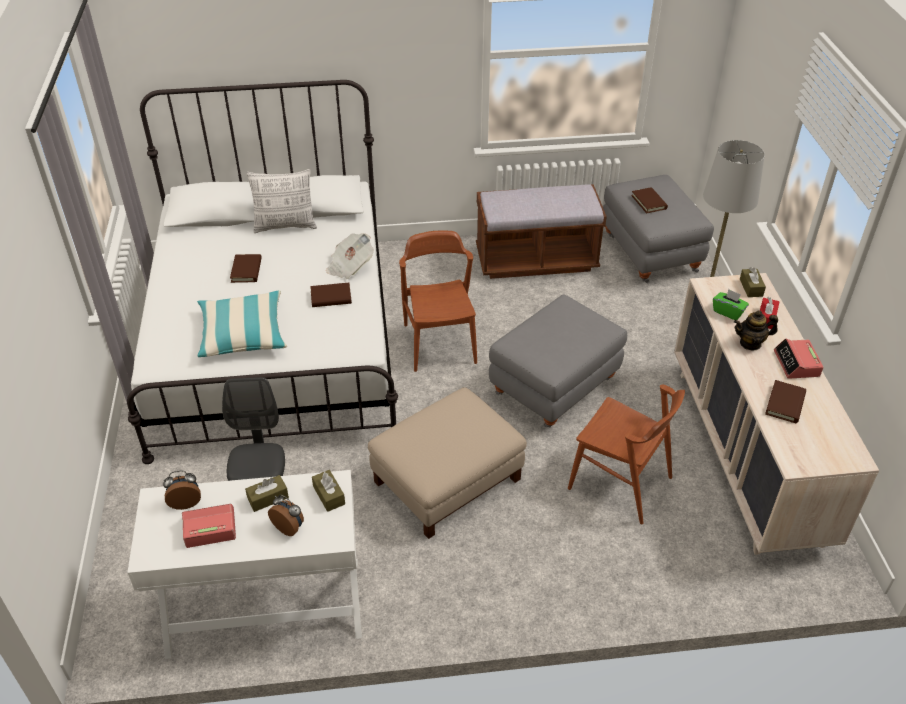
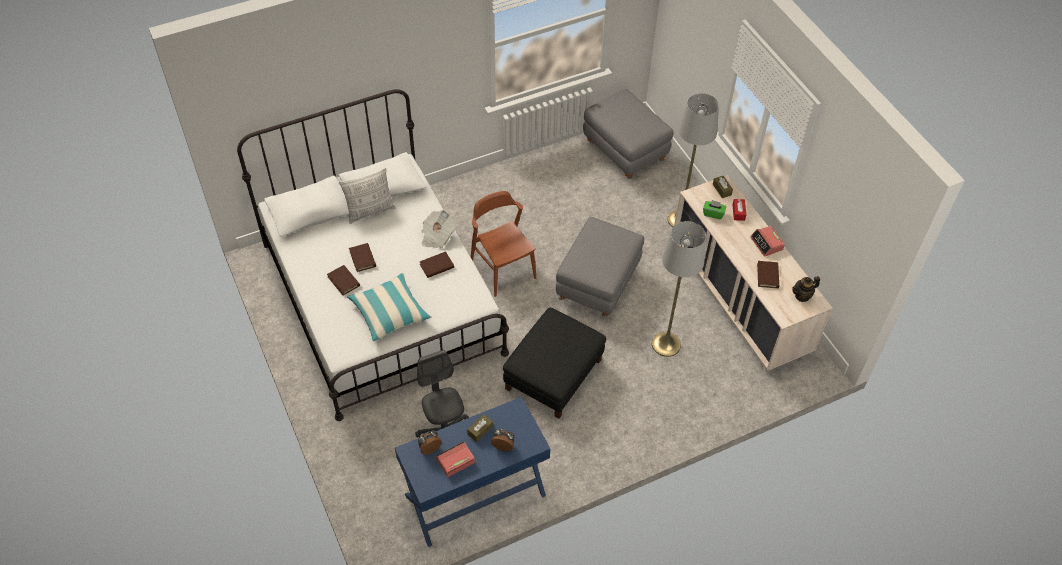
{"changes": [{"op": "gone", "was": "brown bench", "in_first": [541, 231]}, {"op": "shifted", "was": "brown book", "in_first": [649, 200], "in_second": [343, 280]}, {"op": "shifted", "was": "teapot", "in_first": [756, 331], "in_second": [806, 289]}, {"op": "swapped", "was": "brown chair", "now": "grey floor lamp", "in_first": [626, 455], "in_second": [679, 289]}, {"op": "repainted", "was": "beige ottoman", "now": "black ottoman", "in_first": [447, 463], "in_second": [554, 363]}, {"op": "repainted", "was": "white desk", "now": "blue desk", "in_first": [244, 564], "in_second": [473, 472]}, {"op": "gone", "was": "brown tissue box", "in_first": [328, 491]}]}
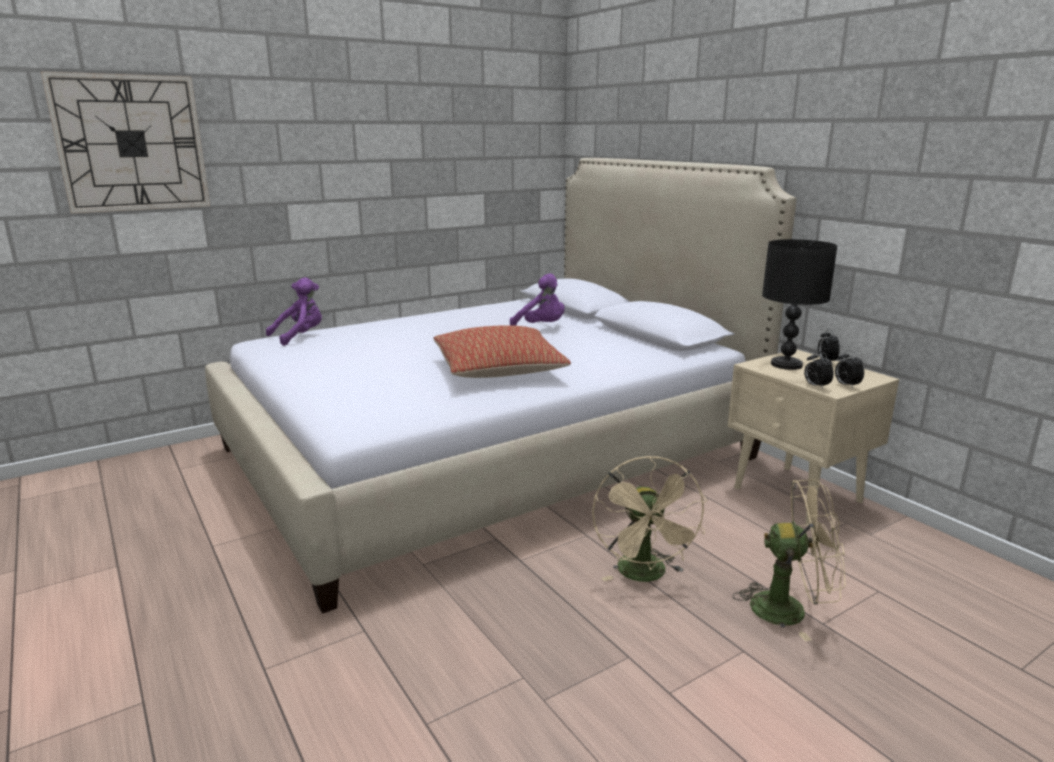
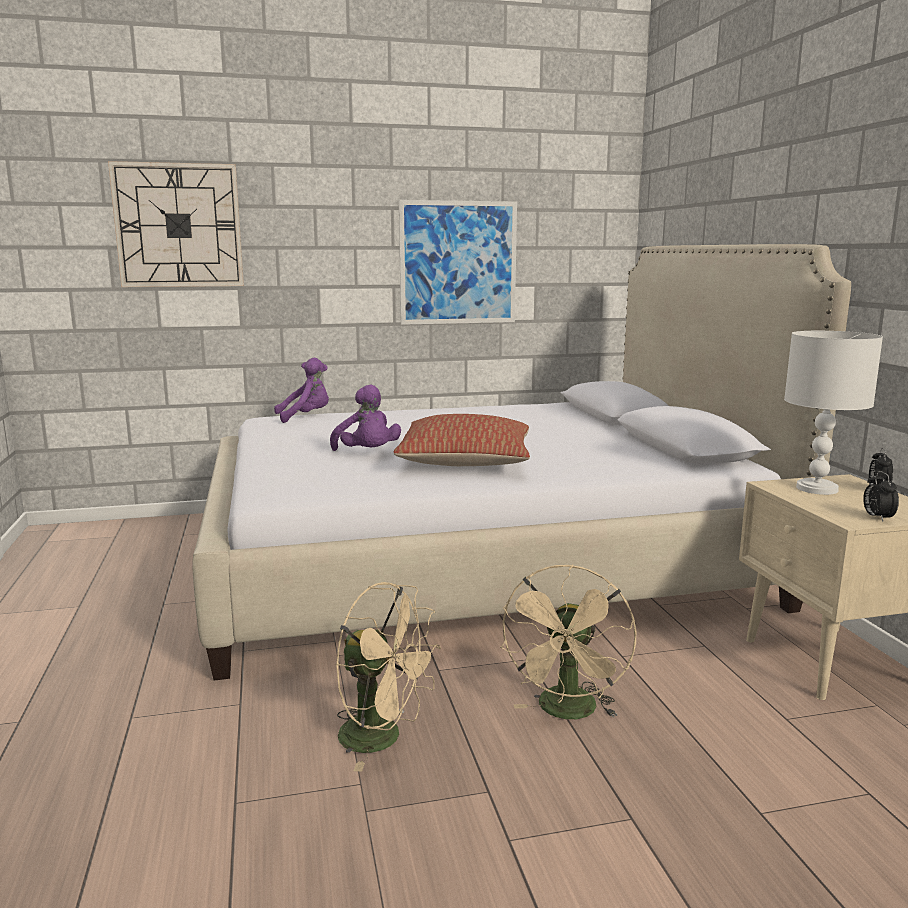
{"changes": [{"op": "repainted", "was": "black table lamp", "now": "white table lamp", "in_first": [799, 304], "in_second": [833, 413]}, {"op": "shifted", "was": "purple plush toy", "in_first": [537, 300], "in_second": [365, 418]}, {"op": "gone", "was": "alarm clock", "in_first": [819, 370]}, {"op": "shifted", "was": "beige fan", "in_first": [789, 560], "in_second": [388, 677]}, {"op": "new", "now": "picture", "in_second": [458, 262]}]}
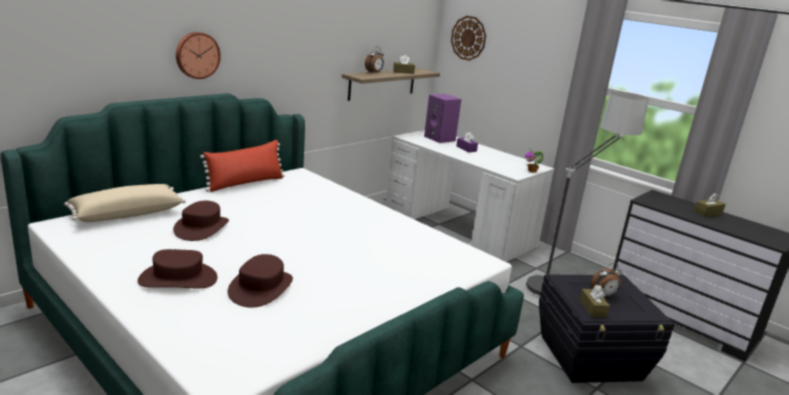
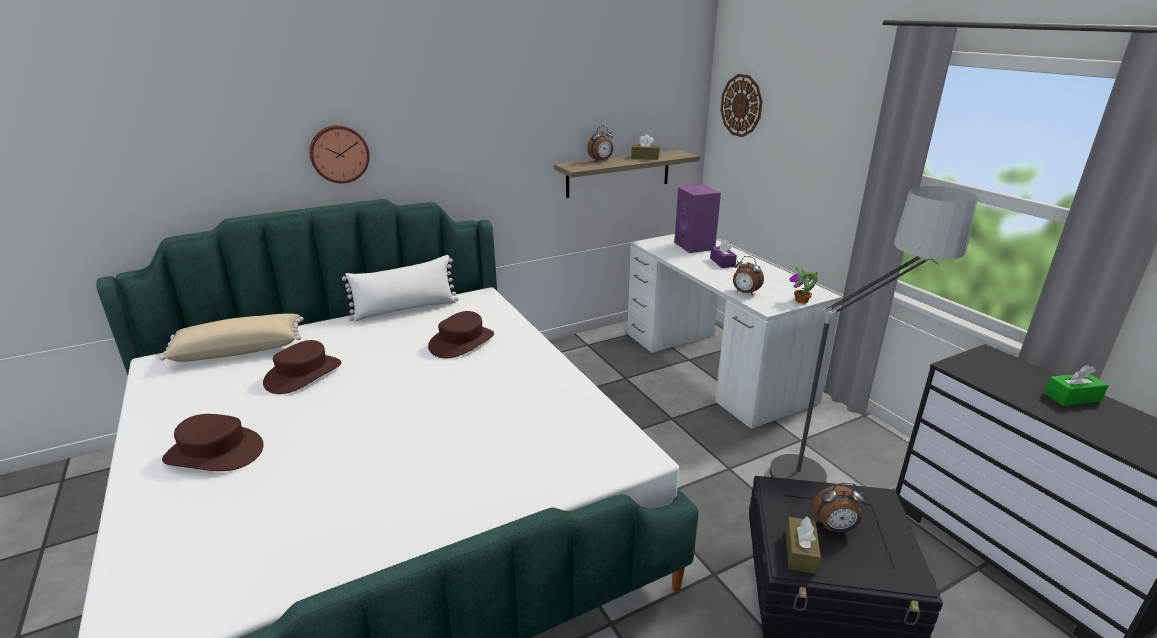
{"changes": [{"op": "repainted", "was": "red pillow", "now": "white pillow", "in_first": [242, 166], "in_second": [400, 288]}, {"op": "repainted", "was": "brown tissue box", "now": "green tissue box", "in_first": [710, 205], "in_second": [1076, 385]}, {"op": "shifted", "was": "brown hat", "in_first": [260, 280], "in_second": [461, 334]}, {"op": "new", "now": "alarm clock", "in_second": [748, 275]}]}
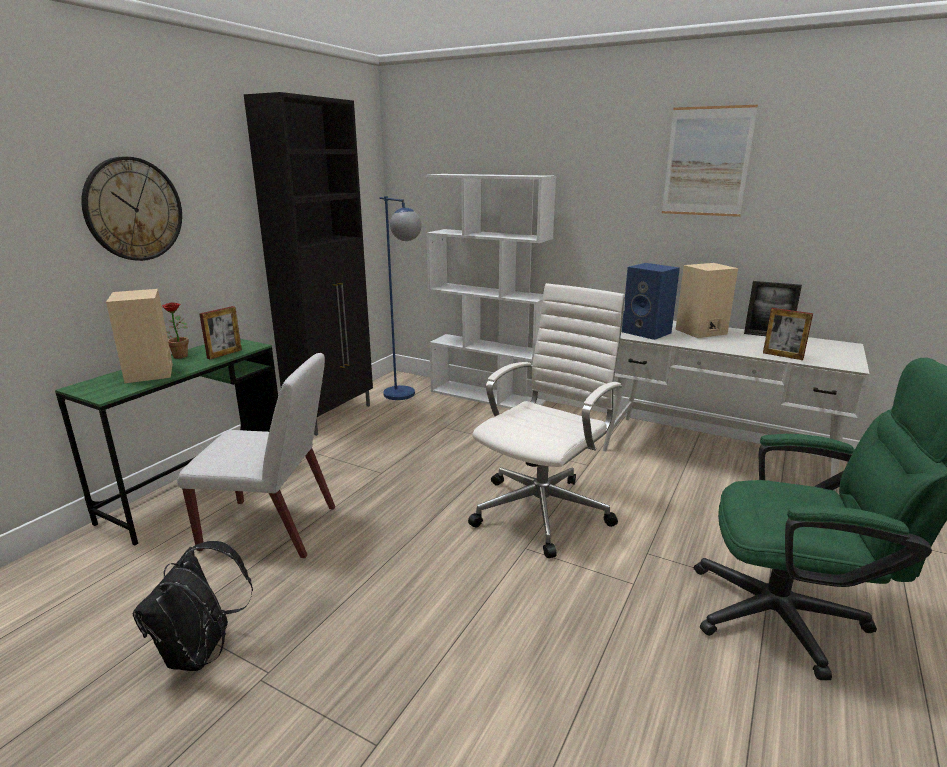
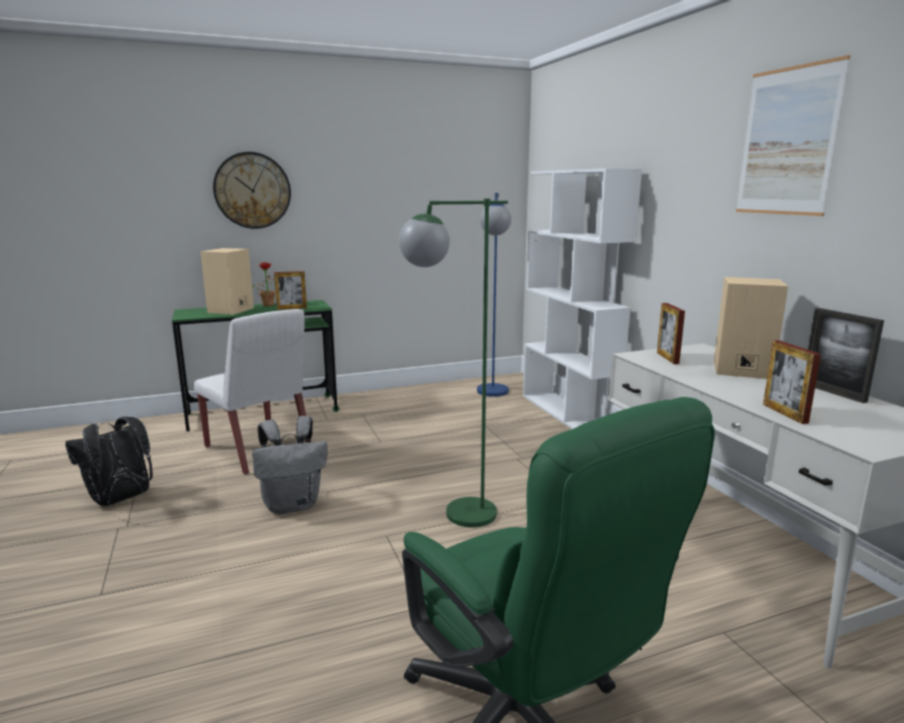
{"changes": [{"op": "gone", "was": "black cabinet", "in_first": [308, 264]}, {"op": "swapped", "was": "blue speaker", "now": "picture frame", "in_first": [651, 301], "in_second": [671, 333]}, {"op": "swapped", "was": "white office chair", "now": "green floor lamp", "in_first": [546, 420], "in_second": [453, 362]}, {"op": "new", "now": "grey backpack", "in_second": [290, 465]}]}
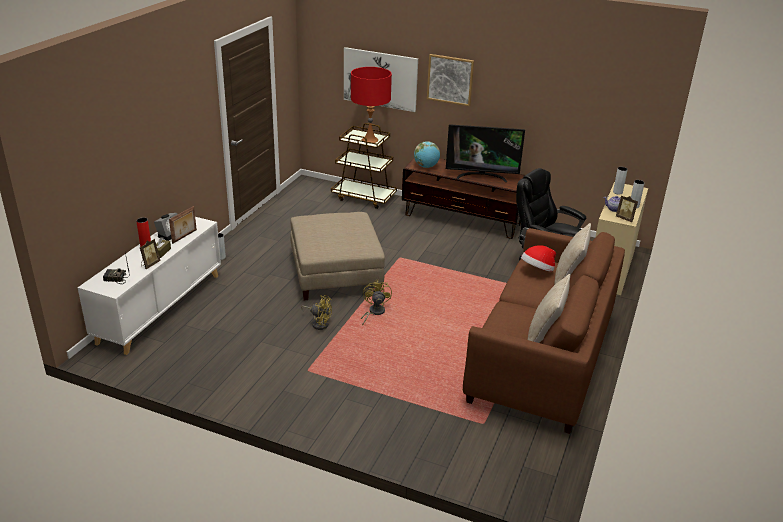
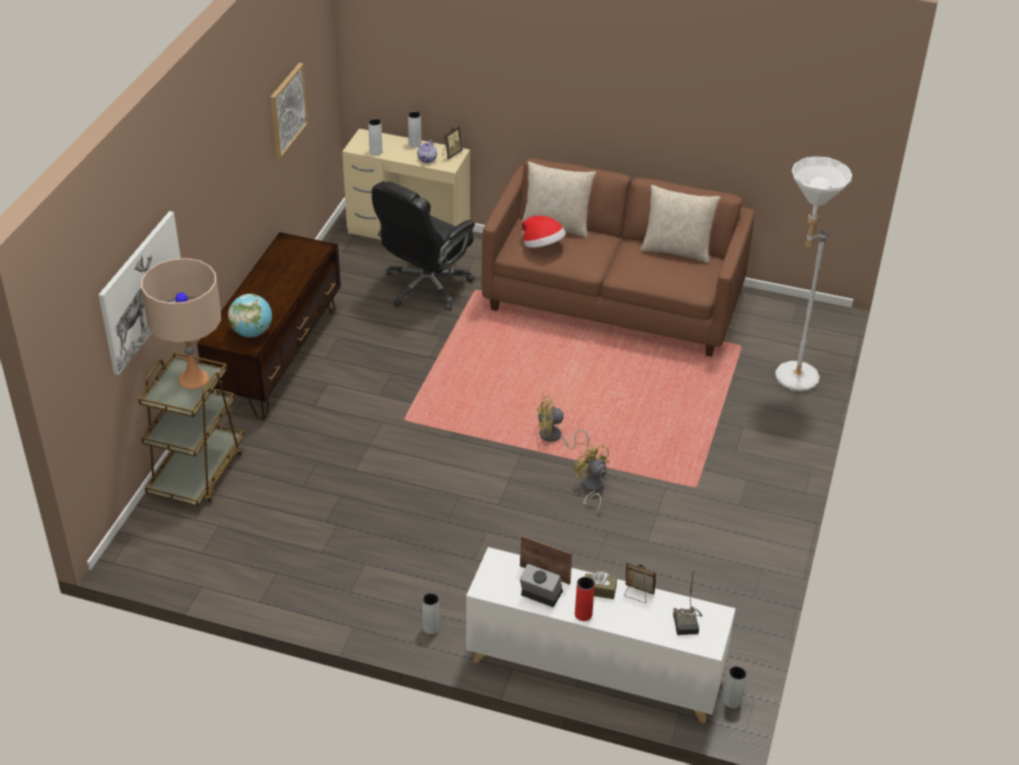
{"changes": [{"op": "shifted", "was": "picture", "in_first": [450, 80], "in_second": [289, 111]}, {"op": "repainted", "was": "red table lamp", "now": "beige table lamp", "in_first": [371, 105], "in_second": [181, 323]}, {"op": "gone", "was": "television", "in_first": [485, 153]}, {"op": "gone", "was": "beige ottoman", "in_first": [337, 256]}, {"op": "rotated", "was": "yellow fan", "in_first": [316, 312], "in_second": [591, 479], "clockwise": -45}, {"op": "new", "now": "white floor lamp", "in_second": [813, 273]}, {"op": "new", "now": "grey vase", "in_second": [735, 687]}]}
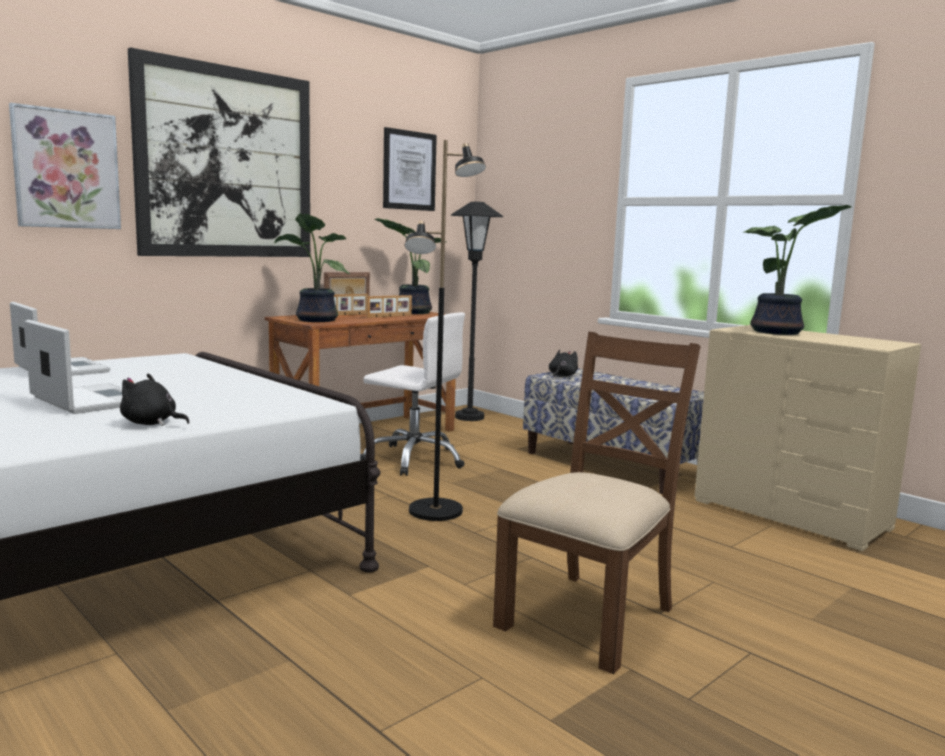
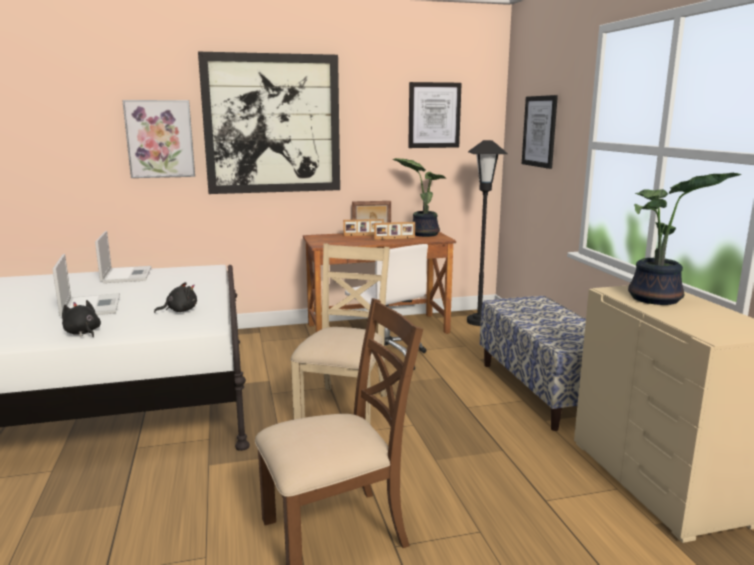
{"changes": [{"op": "swapped", "was": "black floor lamp", "now": "beige chair", "in_first": [445, 330], "in_second": [340, 334]}, {"op": "gone", "was": "potted plant", "in_first": [312, 267]}, {"op": "shifted", "was": "black plush toy", "in_first": [563, 363], "in_second": [175, 297]}, {"op": "new", "now": "picture", "in_second": [540, 132]}]}
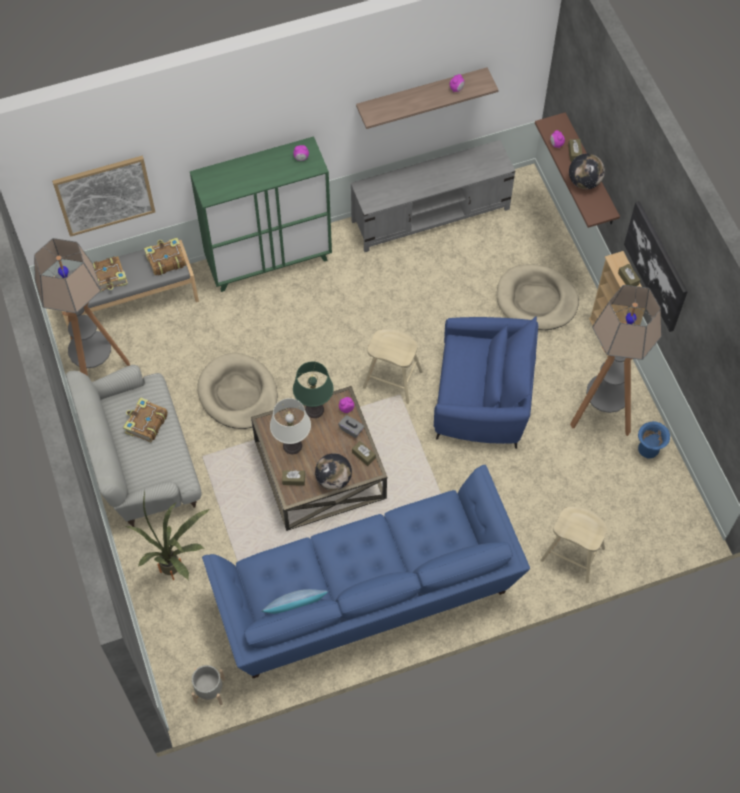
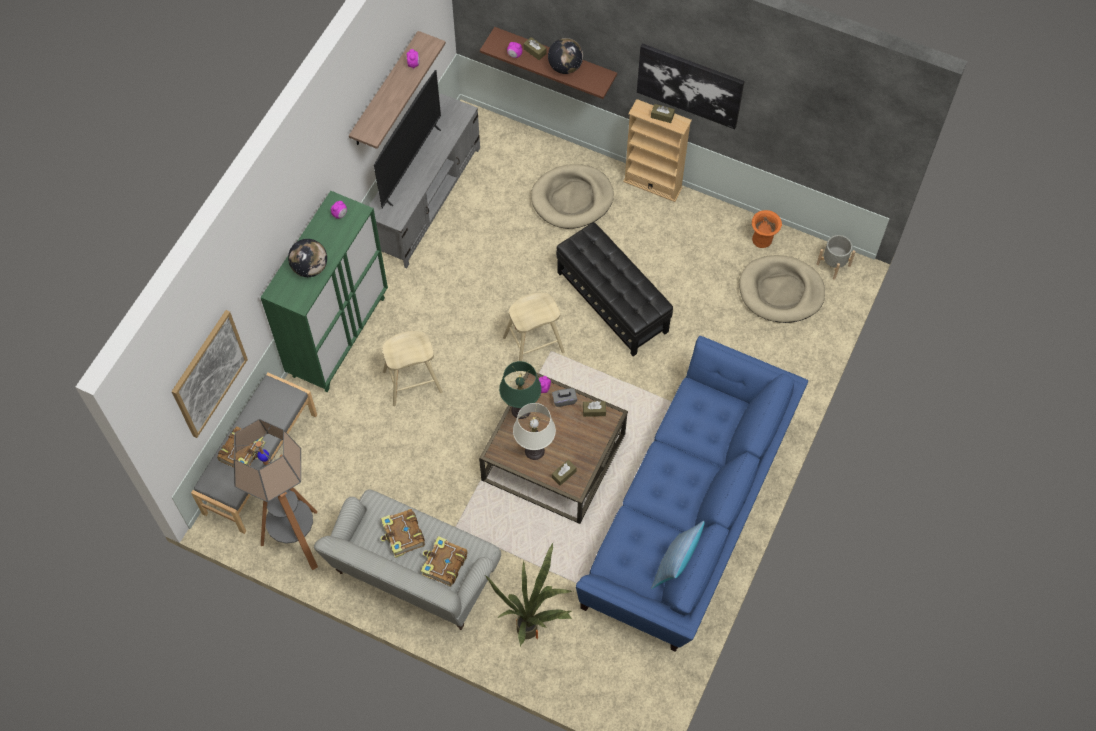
{"changes": [{"op": "shifted", "was": "book", "in_first": [165, 257], "in_second": [444, 561]}, {"op": "gone", "was": "floor lamp", "in_first": [616, 360]}, {"op": "swapped", "was": "blue armchair", "now": "black ottoman", "in_first": [486, 383], "in_second": [614, 289]}, {"op": "shifted", "was": "beige dog bed", "in_first": [237, 391], "in_second": [782, 289]}, {"op": "repainted", "was": "blue vase", "now": "orange vase", "in_first": [654, 440], "in_second": [767, 229]}, {"op": "shifted", "was": "globe", "in_first": [333, 471], "in_second": [307, 258]}, {"op": "shifted", "was": "beige stool", "in_first": [573, 545], "in_second": [412, 368]}, {"op": "shifted", "was": "grey planter", "in_first": [208, 685], "in_second": [836, 257]}, {"op": "new", "now": "television", "in_second": [407, 139]}]}
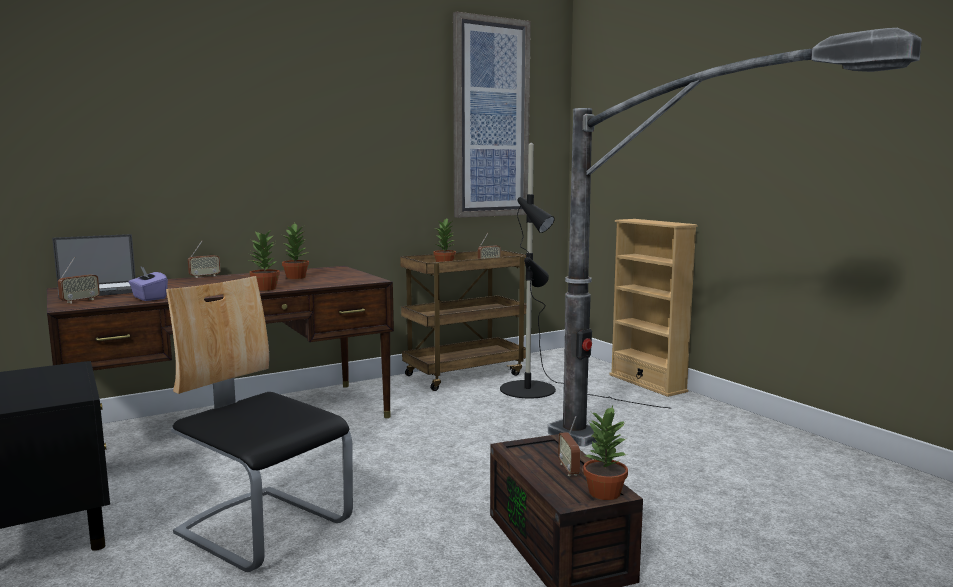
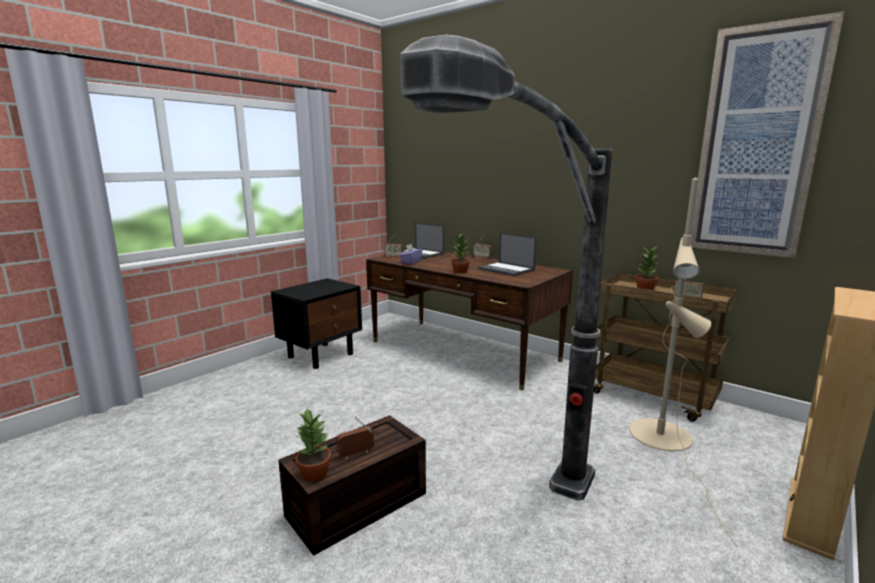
{"changes": [{"op": "repainted", "was": "black floor lamp", "now": "beige floor lamp", "in_first": [586, 276], "in_second": [684, 362]}, {"op": "swapped", "was": "potted plant", "now": "laptop", "in_first": [295, 251], "in_second": [507, 254]}, {"op": "gone", "was": "chair", "in_first": [259, 424]}]}
